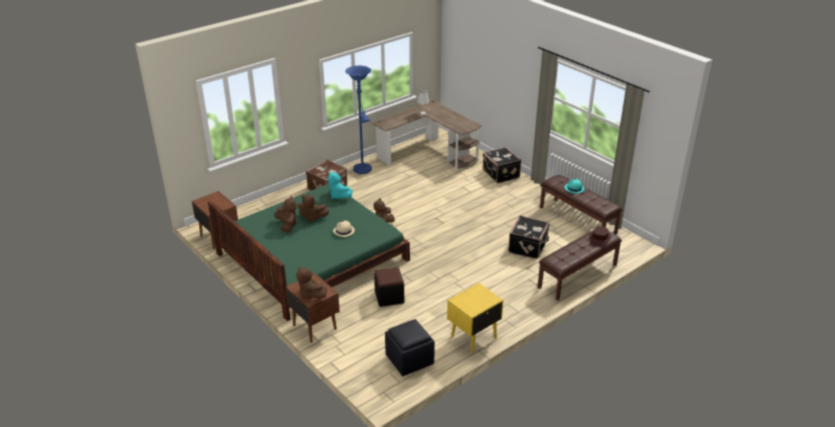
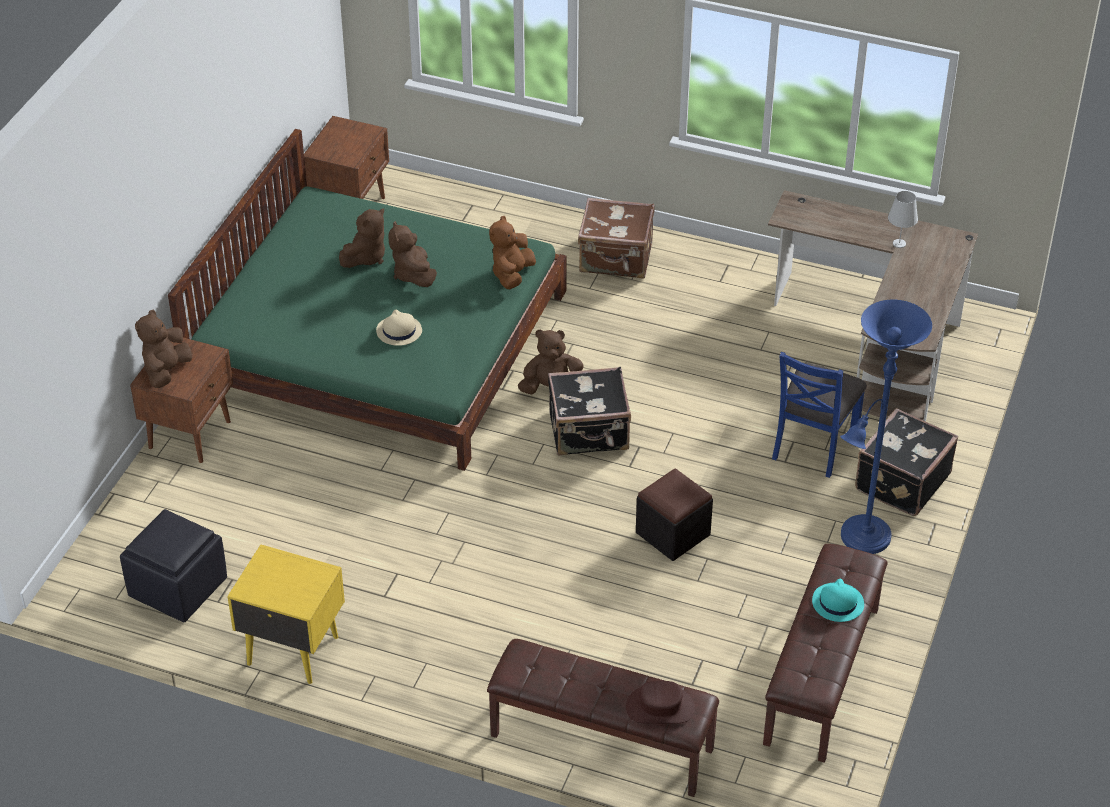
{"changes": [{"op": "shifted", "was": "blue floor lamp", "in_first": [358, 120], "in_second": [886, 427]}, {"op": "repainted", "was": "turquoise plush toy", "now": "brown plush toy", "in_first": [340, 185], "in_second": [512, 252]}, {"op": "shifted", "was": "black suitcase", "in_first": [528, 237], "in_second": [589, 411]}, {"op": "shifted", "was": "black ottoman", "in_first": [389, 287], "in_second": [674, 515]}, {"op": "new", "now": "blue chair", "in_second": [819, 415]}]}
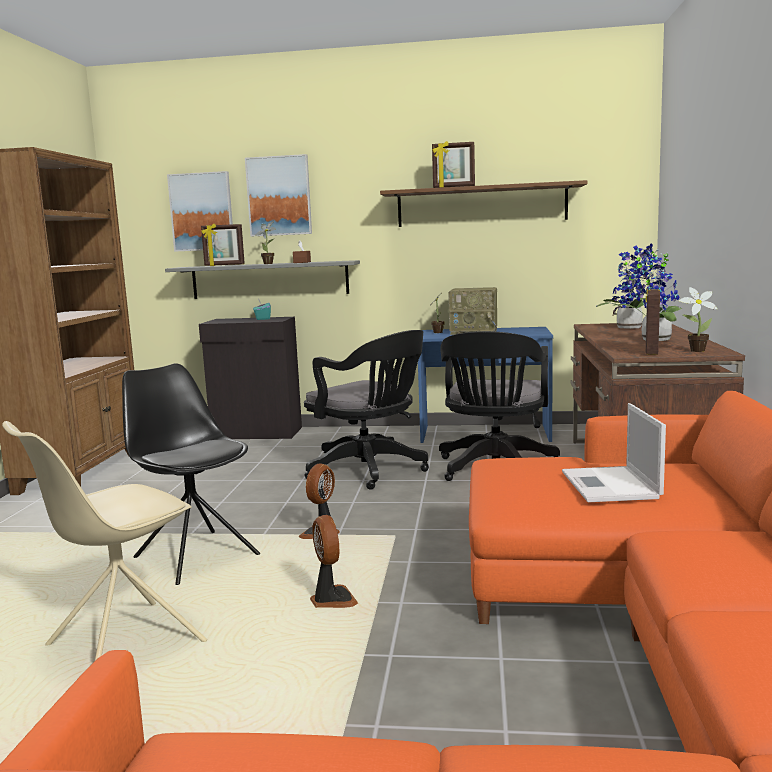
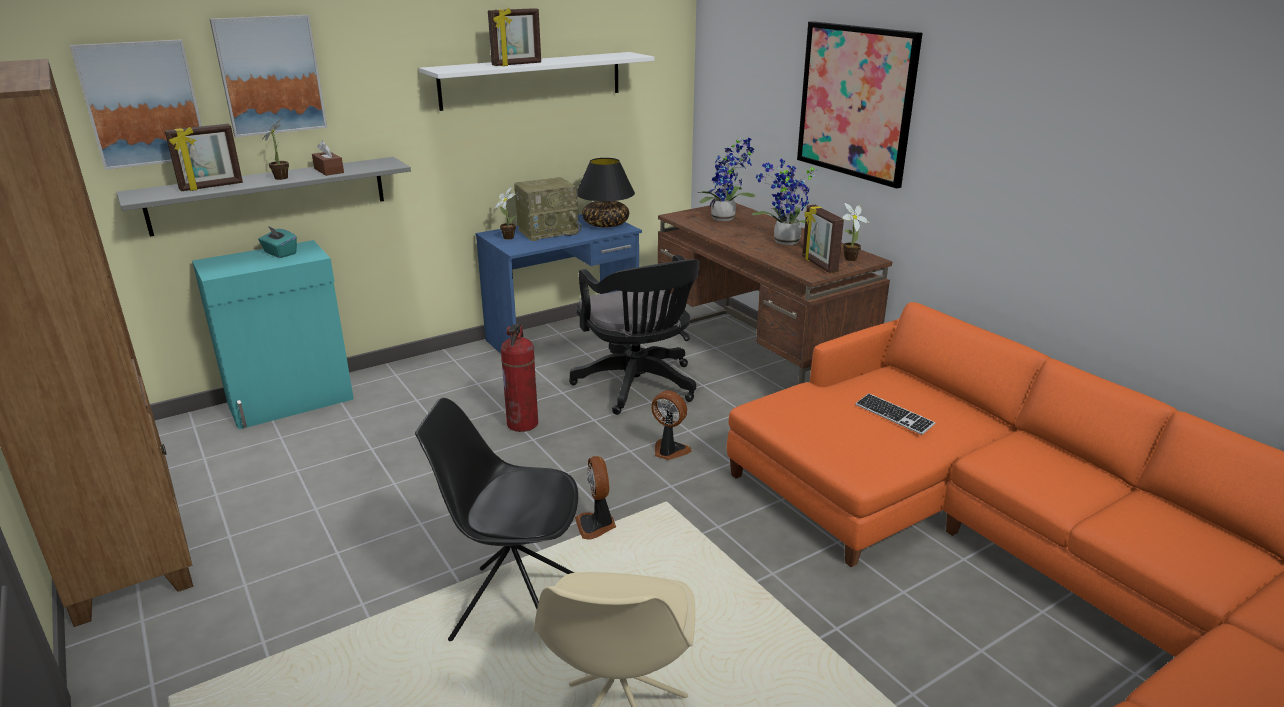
{"changes": [{"op": "repainted", "was": "brown shelf", "now": "white shelf", "in_first": [483, 203], "in_second": [536, 81]}, {"op": "repainted", "was": "black cabinet", "now": "turquoise cabinet", "in_first": [250, 378], "in_second": [273, 334]}, {"op": "swapped", "was": "black office chair", "now": "fire extinguisher", "in_first": [366, 410], "in_second": [519, 378]}, {"op": "swapped", "was": "laptop", "now": "keyboard", "in_first": [614, 452], "in_second": [895, 414]}, {"op": "shifted", "was": "fan", "in_first": [334, 561], "in_second": [671, 425]}, {"op": "new", "now": "picture", "in_second": [859, 105]}, {"op": "new", "now": "black table lamp", "in_second": [605, 192]}]}
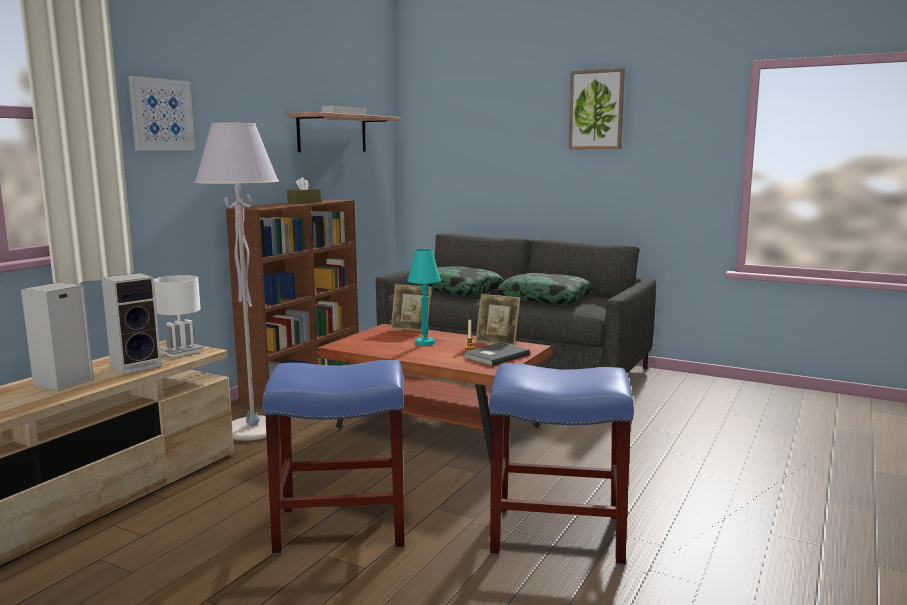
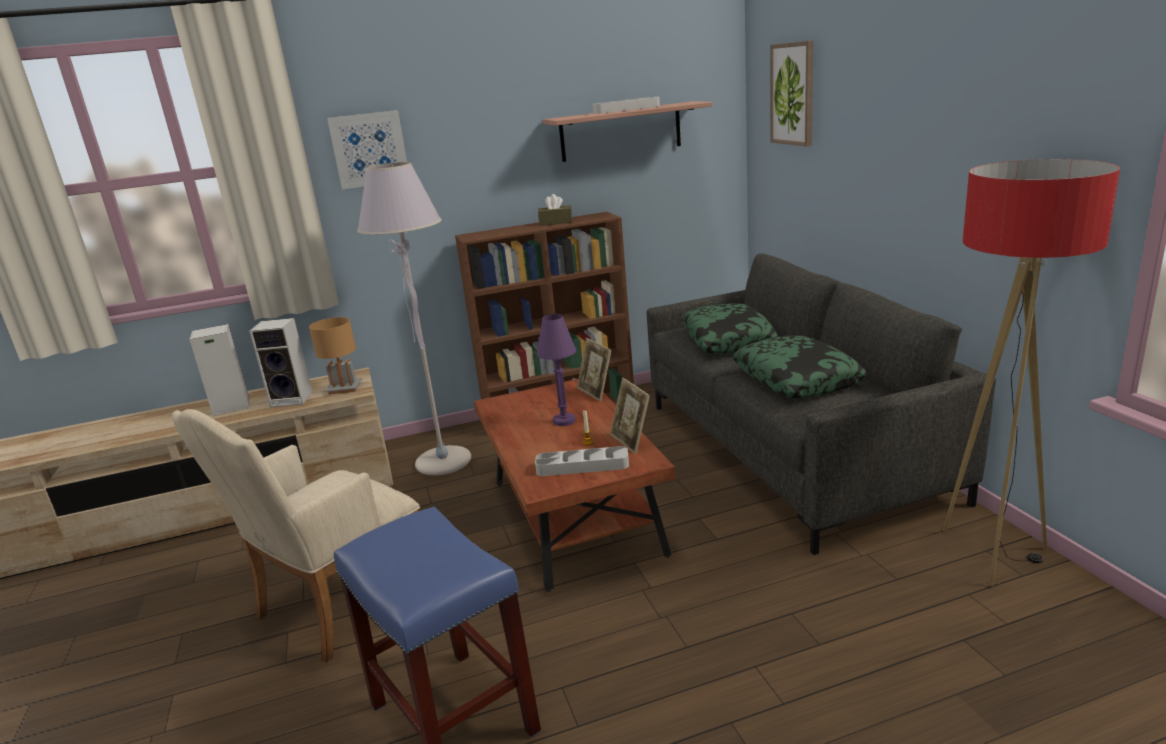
{"changes": [{"op": "shifted", "was": "picture", "in_first": [597, 108], "in_second": [791, 93]}, {"op": "repainted", "was": "turquoise table lamp", "now": "purple table lamp", "in_first": [424, 297], "in_second": [556, 370]}, {"op": "repainted", "was": "white table lamp", "now": "brown table lamp", "in_first": [179, 316], "in_second": [335, 355]}, {"op": "swapped", "was": "grey book", "now": "grey tray", "in_first": [496, 354], "in_second": [582, 461]}, {"op": "swapped", "was": "blue stool", "now": "beige armchair", "in_first": [333, 457], "in_second": [296, 536]}, {"op": "new", "now": "floor lamp", "in_second": [1031, 373]}]}
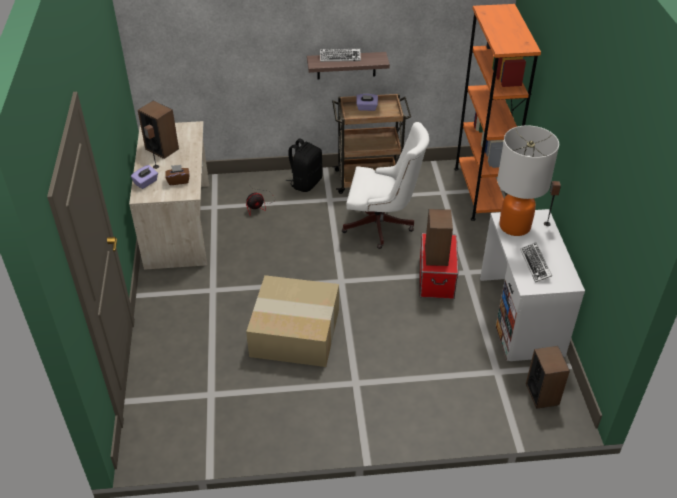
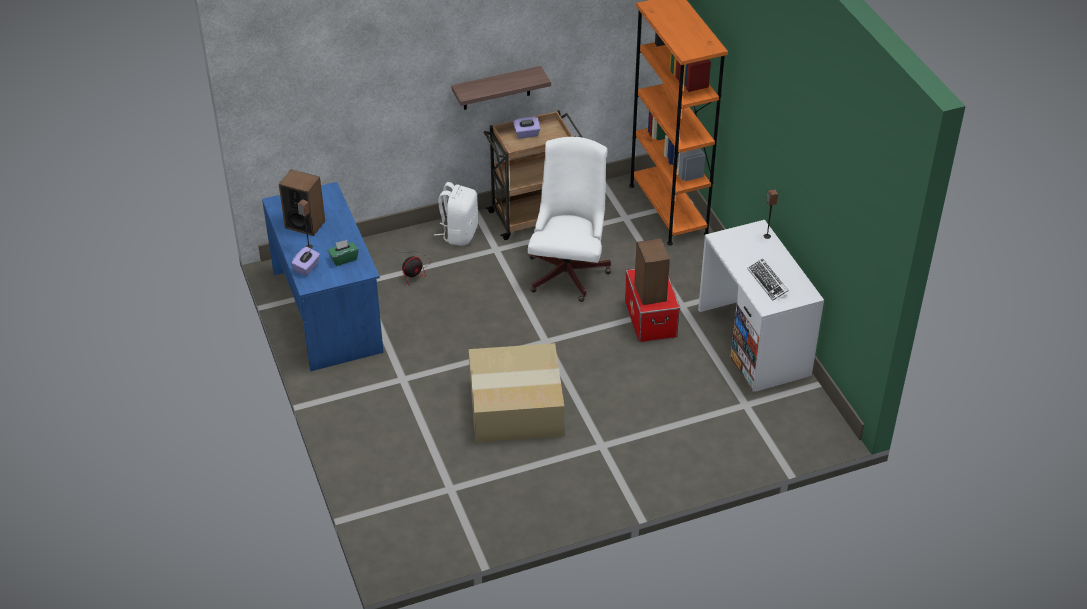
{"changes": [{"op": "gone", "was": "keyboard", "in_first": [340, 55]}, {"op": "repainted", "was": "beige desk", "now": "blue desk", "in_first": [169, 195], "in_second": [323, 276]}, {"op": "rotated", "was": "white office chair", "in_first": [385, 185], "in_second": [569, 219], "clockwise": -75}, {"op": "gone", "was": "table lamp", "in_first": [528, 180]}, {"op": "repainted", "was": "black backpack", "now": "white backpack", "in_first": [304, 165], "in_second": [456, 214]}, {"op": "repainted", "was": "brown tissue box", "now": "green tissue box", "in_first": [177, 175], "in_second": [343, 253]}, {"op": "gone", "was": "speaker", "in_first": [548, 377]}]}
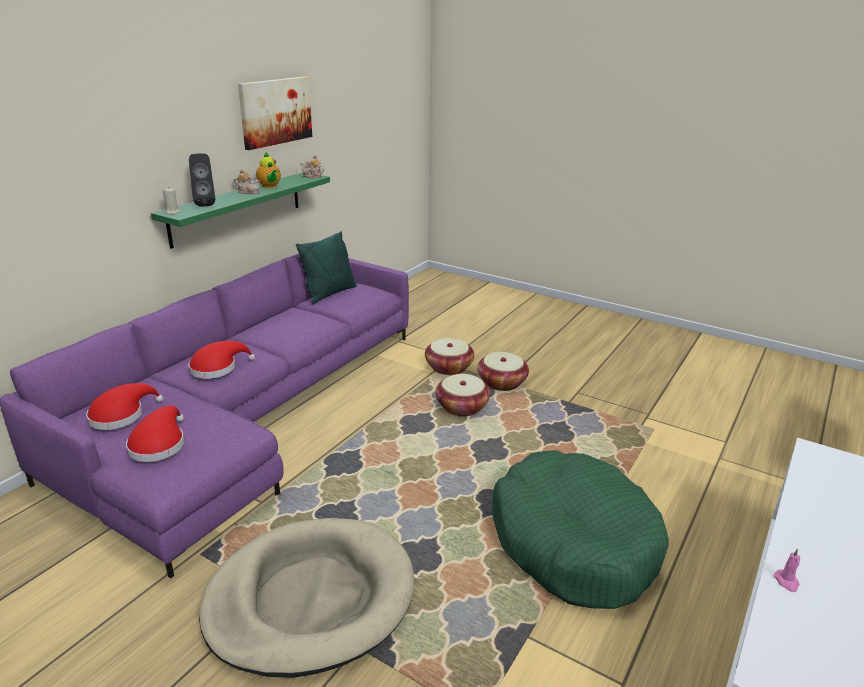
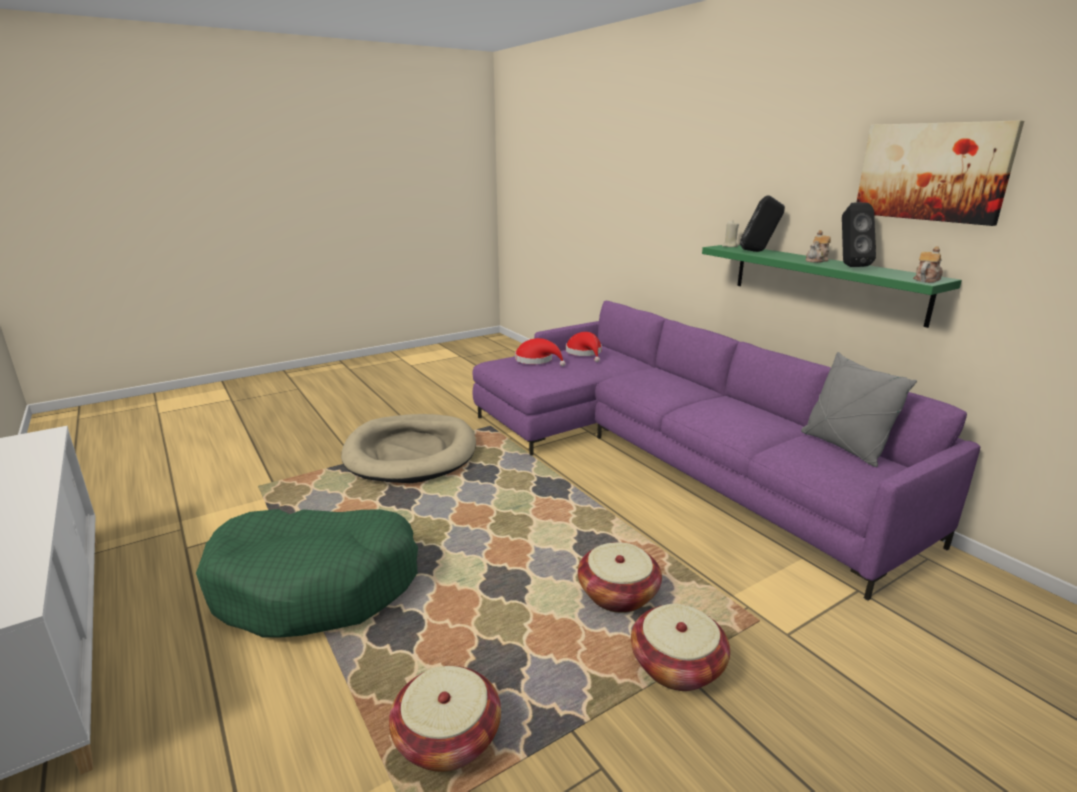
{"changes": [{"op": "swapped", "was": "teapot", "now": "black speaker", "in_first": [268, 170], "in_second": [859, 234]}, {"op": "repainted", "was": "green pillow", "now": "grey pillow", "in_first": [326, 267], "in_second": [859, 409]}, {"op": "shifted", "was": "basket", "in_first": [449, 356], "in_second": [445, 719]}, {"op": "gone", "was": "red hat", "in_first": [221, 360]}, {"op": "gone", "was": "pink candle", "in_first": [787, 570]}]}
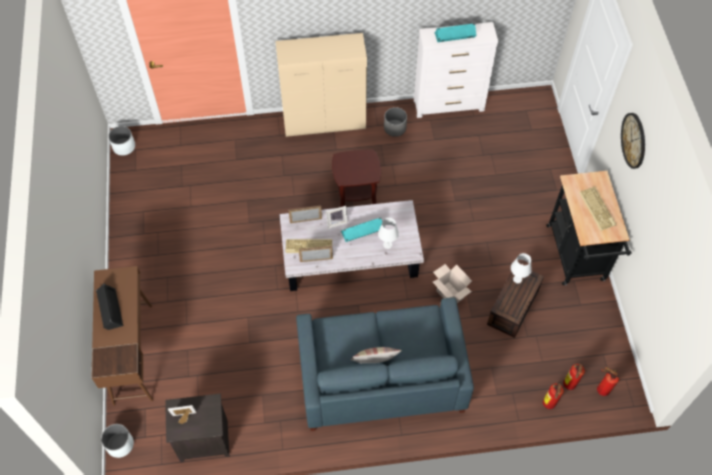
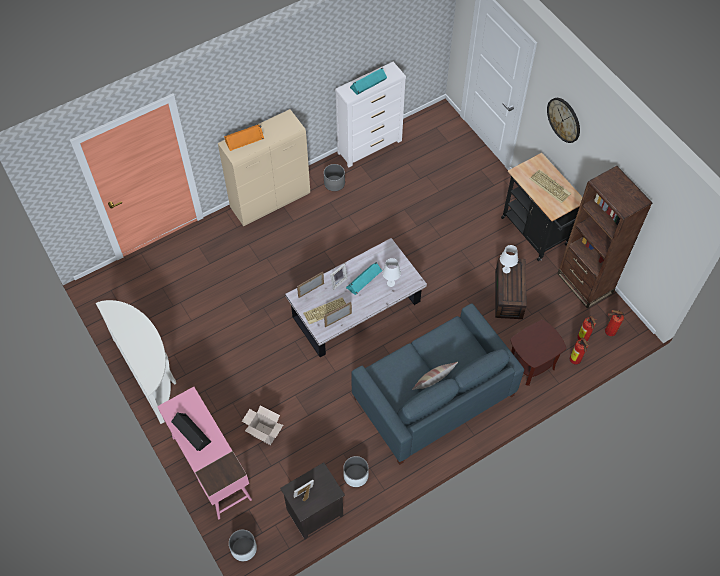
{"changes": [{"op": "shifted", "was": "white planter", "in_first": [121, 141], "in_second": [356, 471]}, {"op": "shifted", "was": "brown side table", "in_first": [356, 178], "in_second": [538, 353]}, {"op": "shifted", "was": "cardboard box", "in_first": [452, 283], "in_second": [262, 425]}, {"op": "repainted", "was": "brown desk", "now": "pink desk", "in_first": [122, 336], "in_second": [204, 453]}, {"op": "new", "now": "orange speaker", "in_second": [244, 137]}, {"op": "new", "now": "brown bookcase", "in_second": [604, 237]}, {"op": "new", "now": "white console table", "in_second": [136, 362]}]}
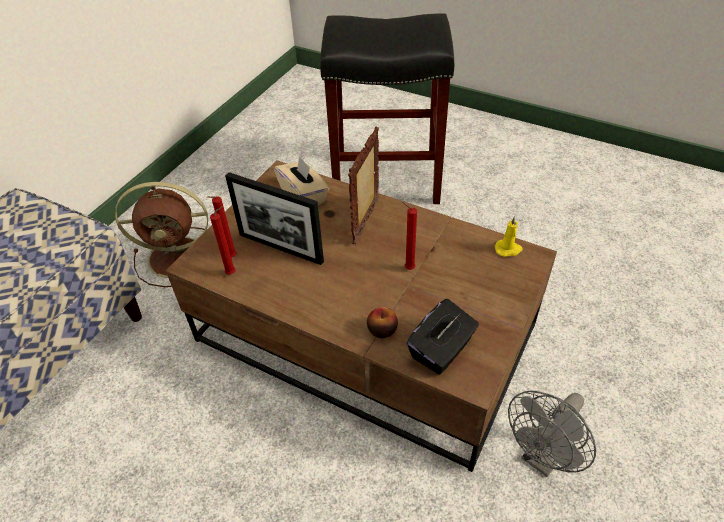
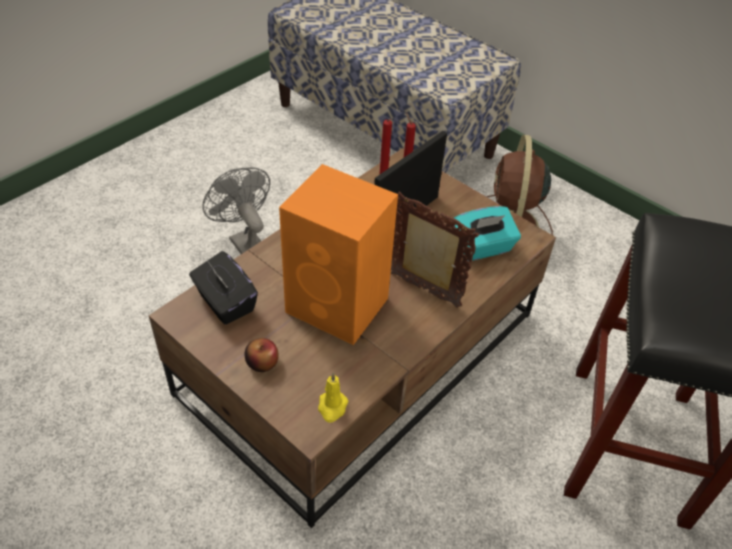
{"changes": [{"op": "repainted", "was": "beige tissue box", "now": "turquoise tissue box", "in_first": [301, 181], "in_second": [487, 233]}, {"op": "swapped", "was": "red candle", "now": "orange speaker", "in_first": [409, 236], "in_second": [338, 254]}, {"op": "shifted", "was": "apple", "in_first": [382, 322], "in_second": [261, 355]}, {"op": "shifted", "was": "grey fan", "in_first": [552, 433], "in_second": [236, 210]}]}
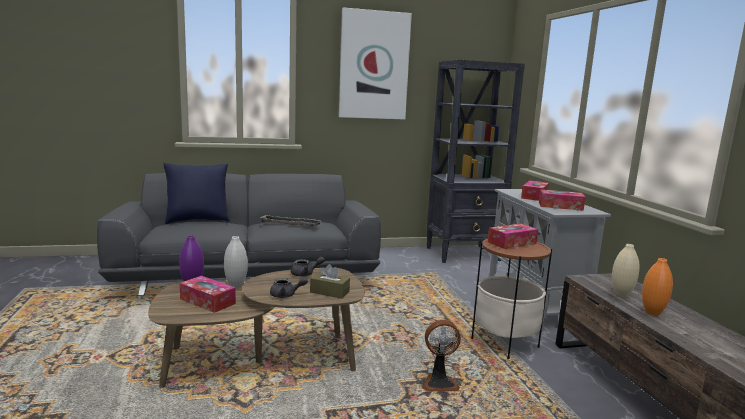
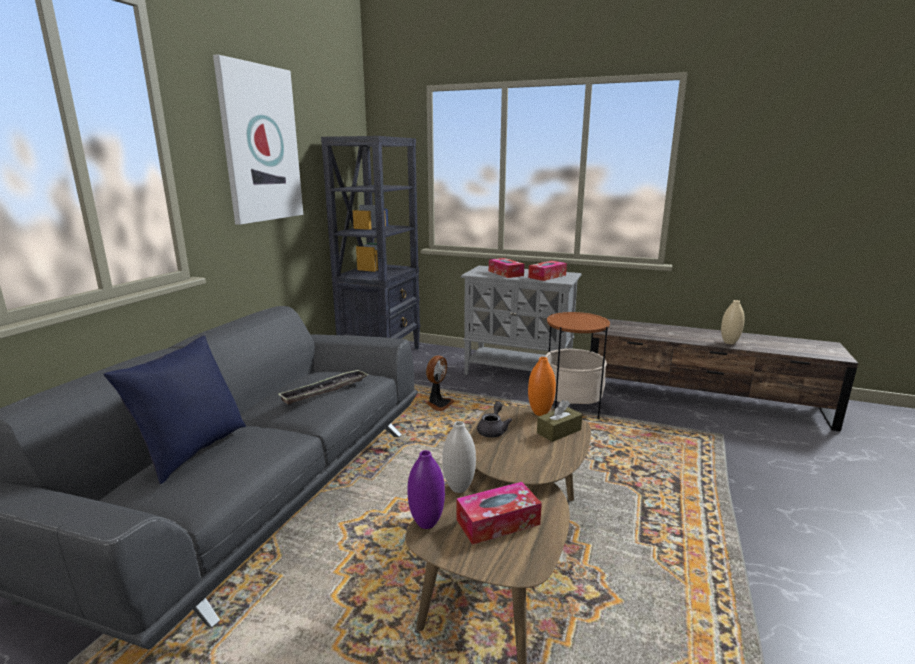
{"changes": [{"op": "gone", "was": "tissue box", "in_first": [513, 236]}, {"op": "shifted", "was": "beige vase", "in_first": [626, 270], "in_second": [733, 322]}, {"op": "shifted", "was": "orange vase", "in_first": [657, 287], "in_second": [542, 386]}, {"op": "gone", "was": "grey teapot", "in_first": [289, 287]}, {"op": "shifted", "was": "fan", "in_first": [442, 355], "in_second": [440, 383]}]}
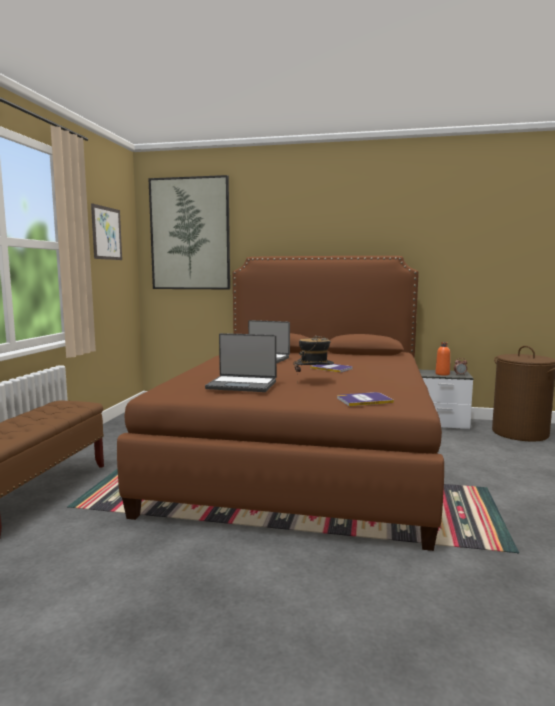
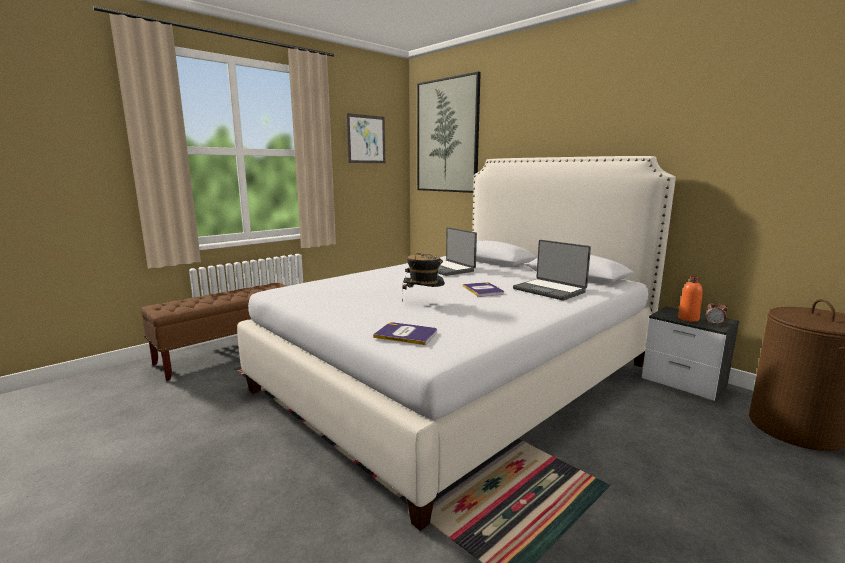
{"changes": [{"op": "repainted", "was": "brown bed", "now": "white bed", "in_first": [280, 403], "in_second": [456, 343]}, {"op": "shifted", "was": "laptop", "in_first": [241, 362], "in_second": [552, 270]}]}
